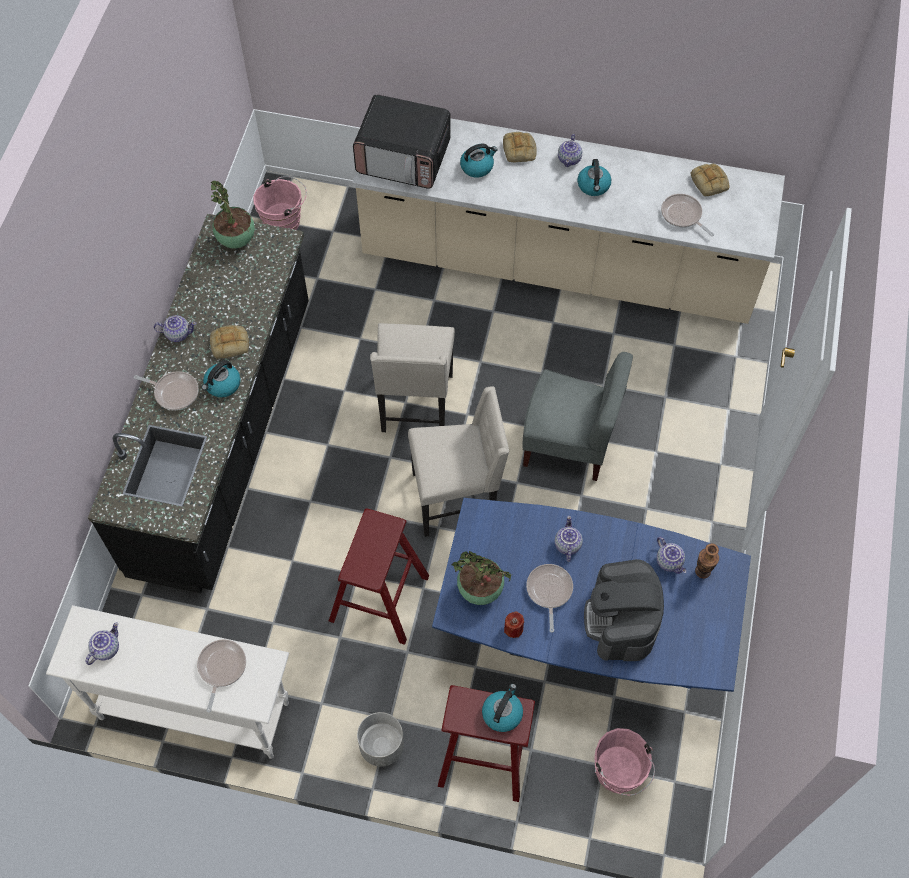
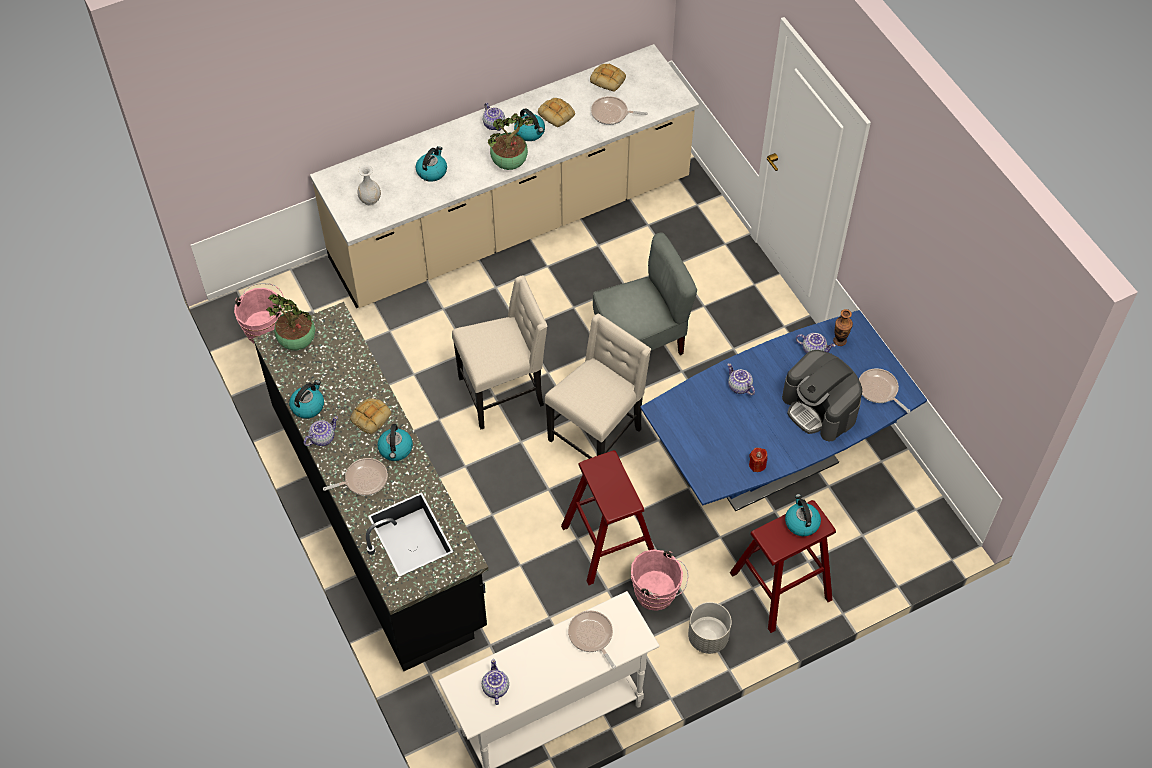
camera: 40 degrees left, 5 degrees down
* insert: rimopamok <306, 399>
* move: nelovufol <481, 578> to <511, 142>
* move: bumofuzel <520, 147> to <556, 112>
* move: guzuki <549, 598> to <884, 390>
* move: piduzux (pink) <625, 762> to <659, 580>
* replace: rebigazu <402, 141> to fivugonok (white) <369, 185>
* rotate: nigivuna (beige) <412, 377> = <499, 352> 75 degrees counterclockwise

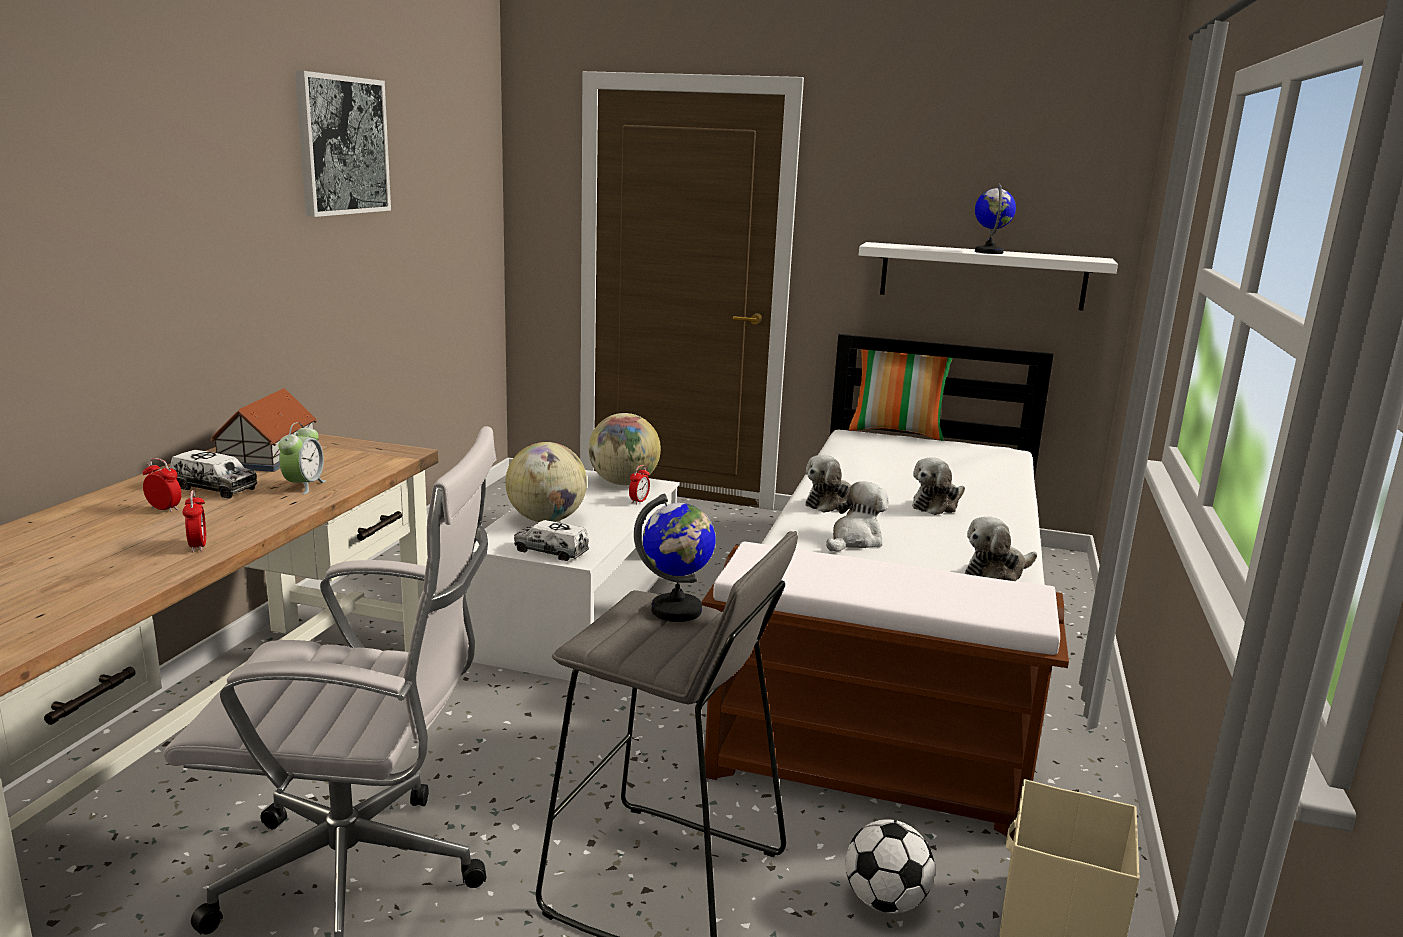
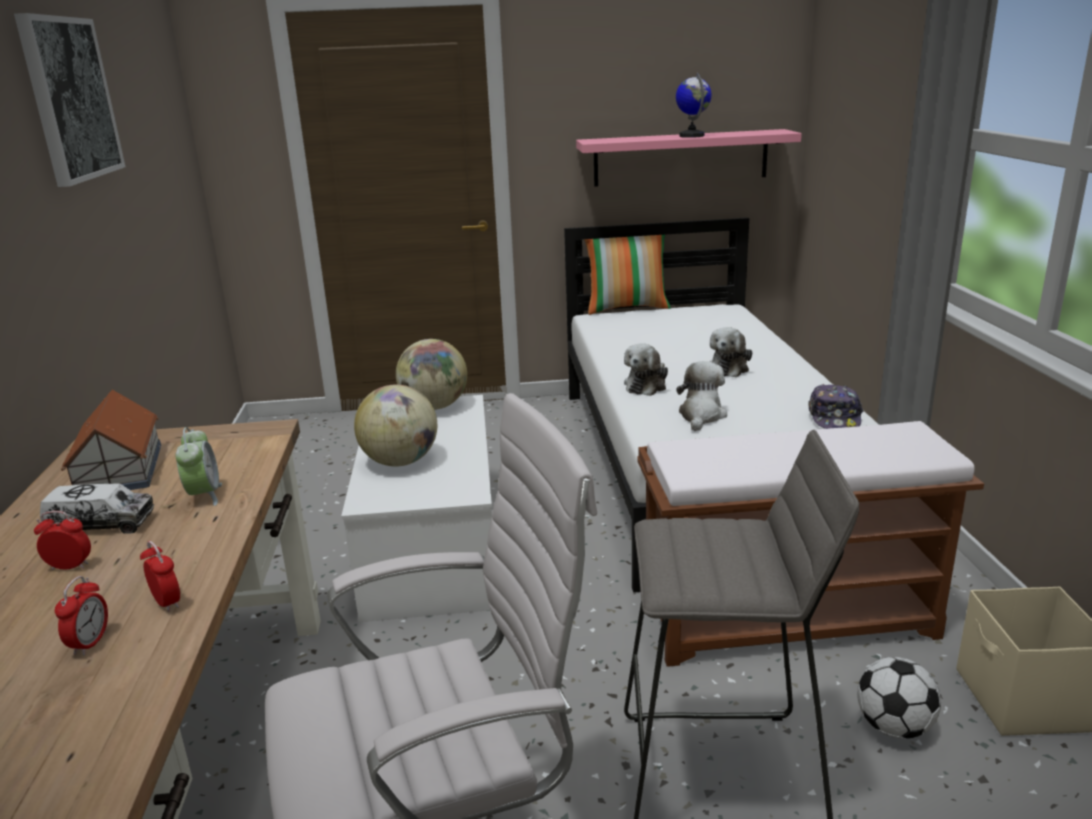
camera: 20 degrees left, 5 degrees up
* delete: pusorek <551, 540>
* delete: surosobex <675, 557>
* move: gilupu <639, 485> to <81, 615>
* replace: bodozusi <1001, 549> to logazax <836, 406>
* recolor: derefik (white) <988, 276> to derefik (pink) <689, 158>

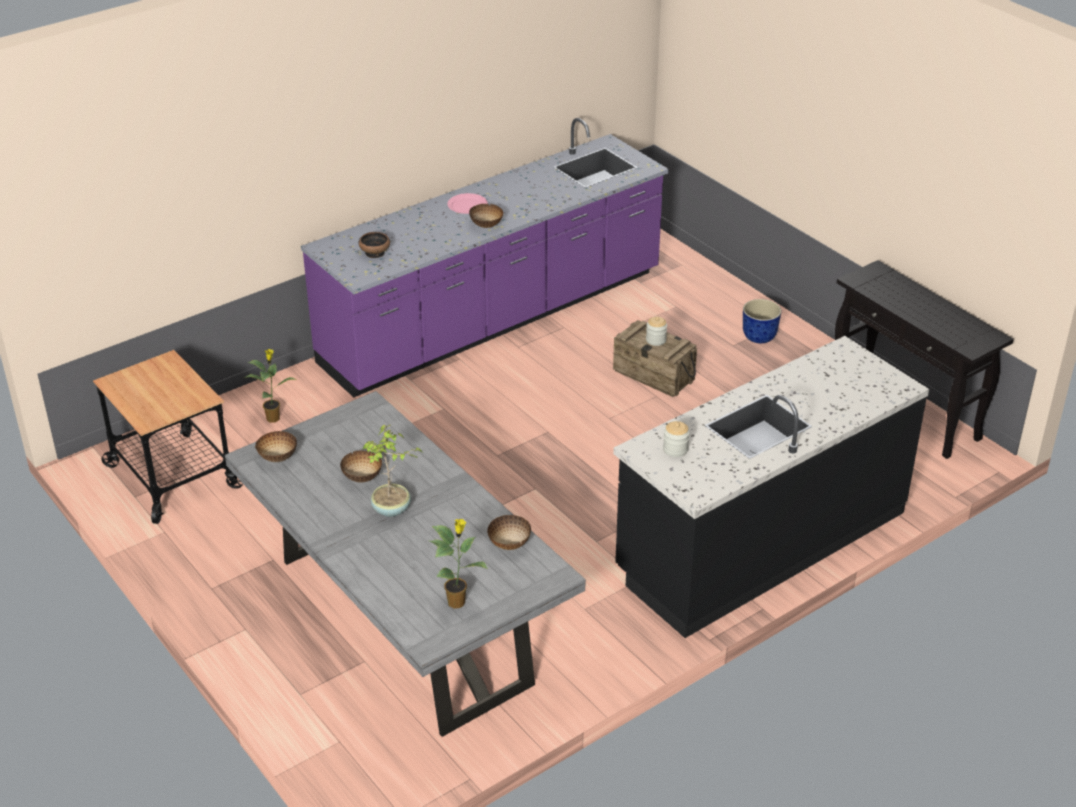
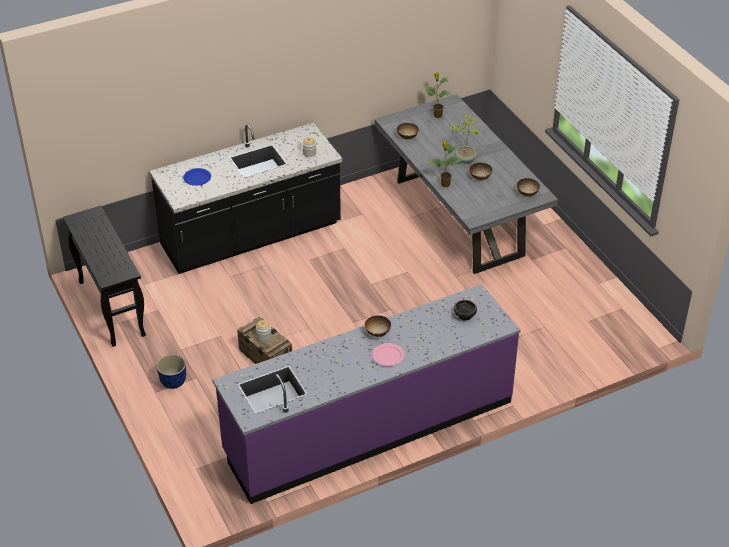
camera: 170 degrees left, 5 degrees up
* delete: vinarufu <168, 437>
* insert: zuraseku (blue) <197, 177>
* move: nelovufol <271, 386> to <445, 164>

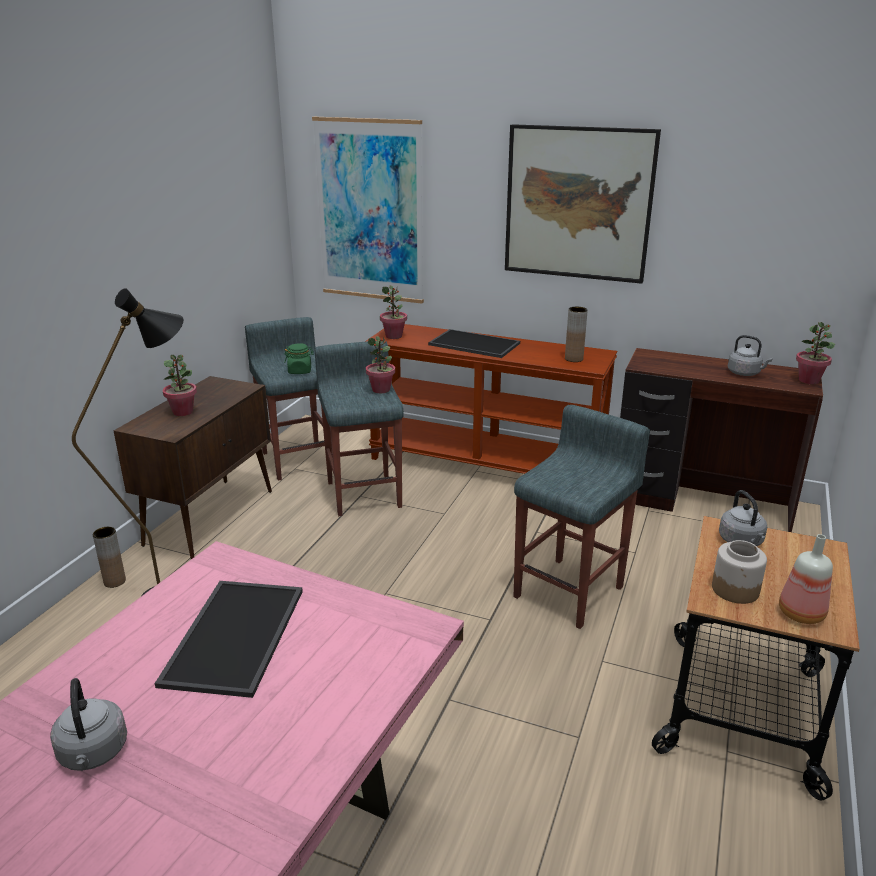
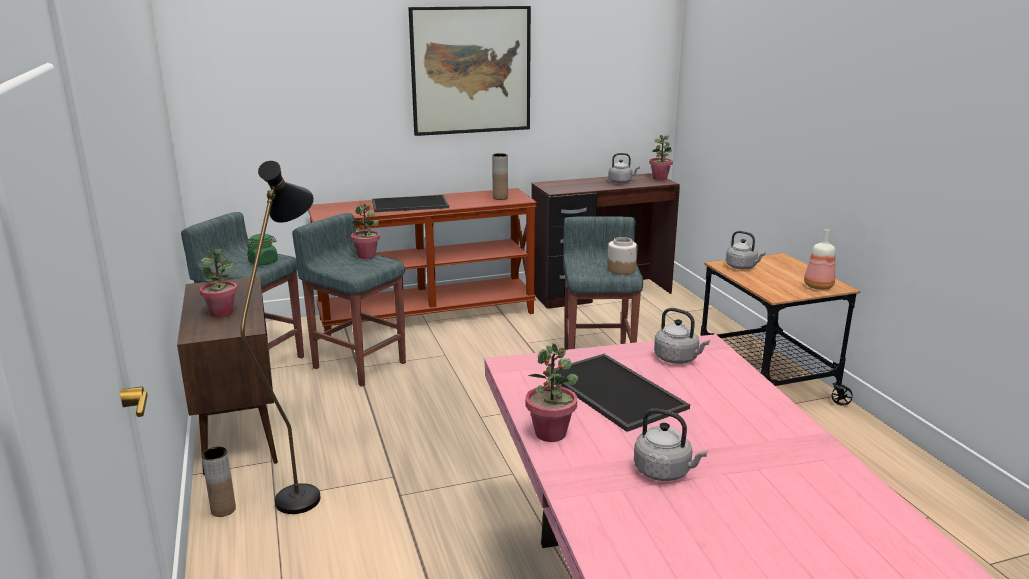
camera: 40 degrees left, 5 degrees down
* delete: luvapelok <368, 210>
* insert: rimopamok (grey) <682, 336>
* move: nelovufol <393, 312> to <552, 392>
* move: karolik <739, 572> to <622, 256>

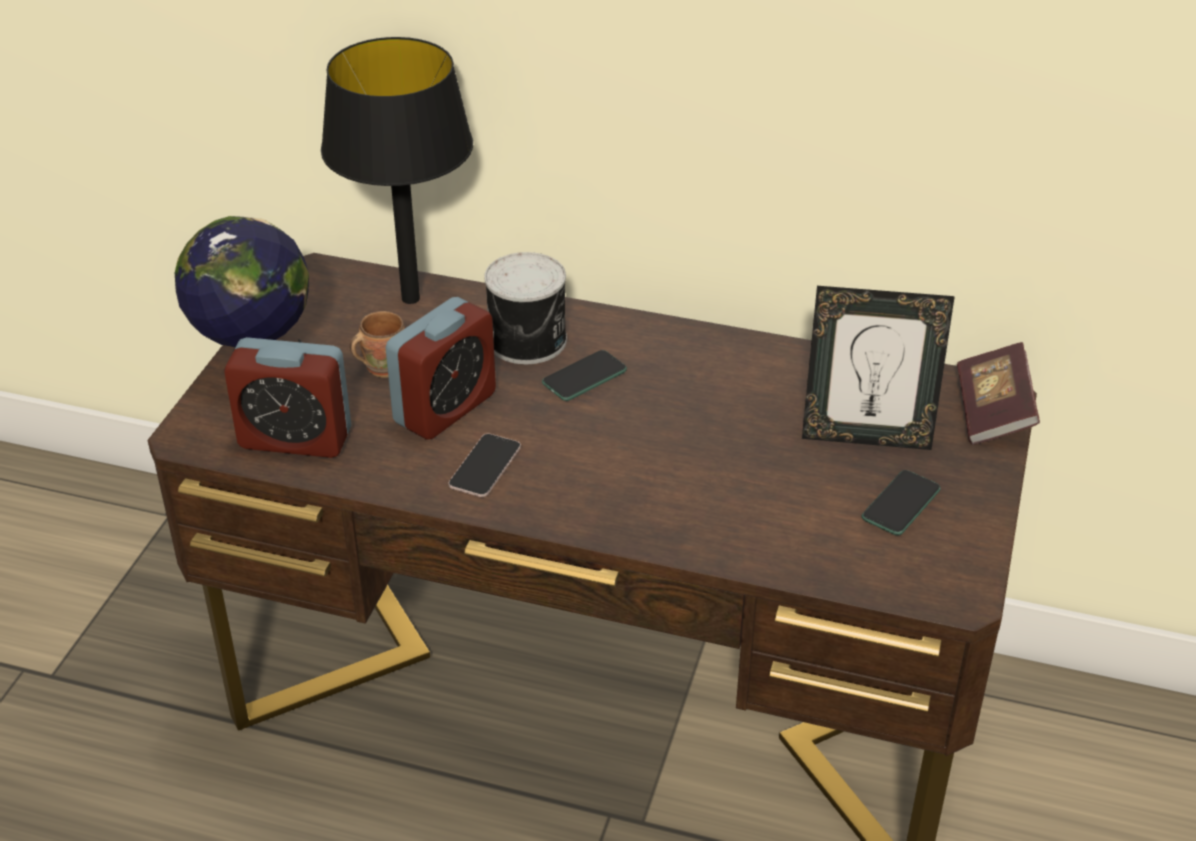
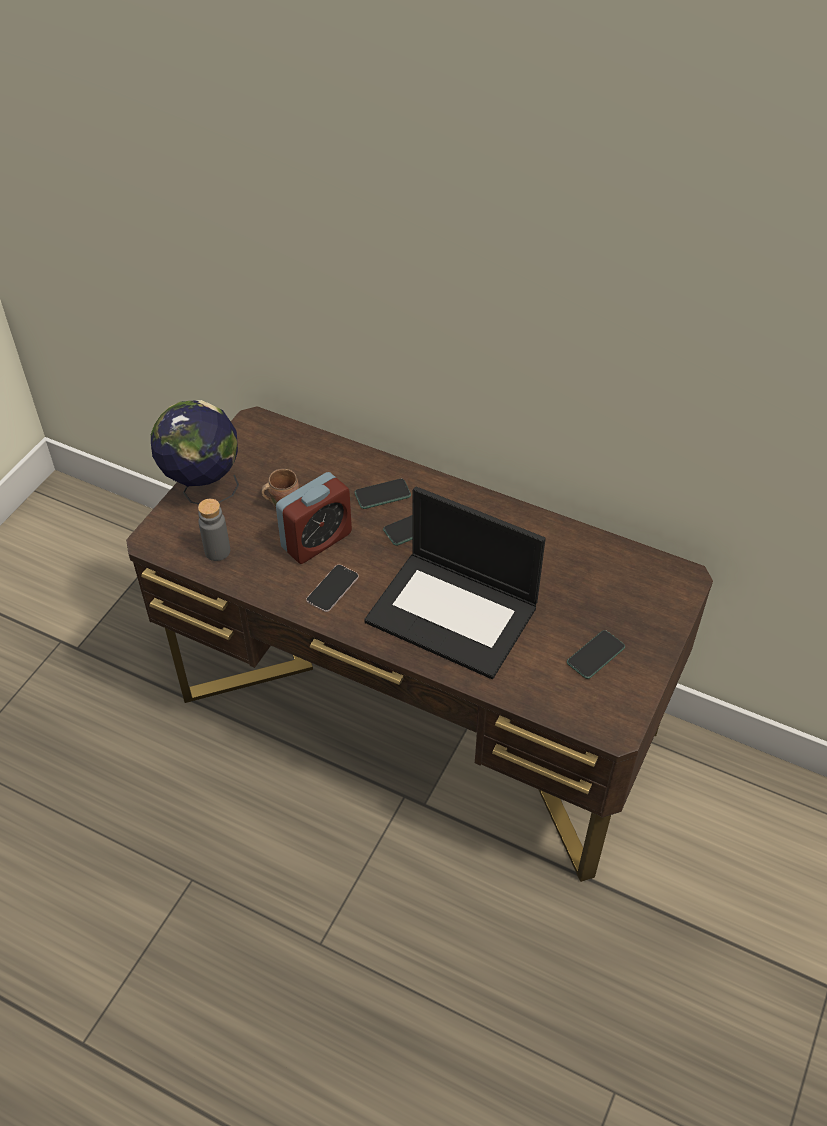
camera: 10 degrees right, 10 degrees up
* delete: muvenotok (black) <397, 170>
* delete: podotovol <878, 368>
* delete: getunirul <998, 393>
* insert: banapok <455, 582>
* replace: gilupu <287, 397> to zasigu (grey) <214, 530>
* replace: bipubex <525, 308> to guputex <382, 494>

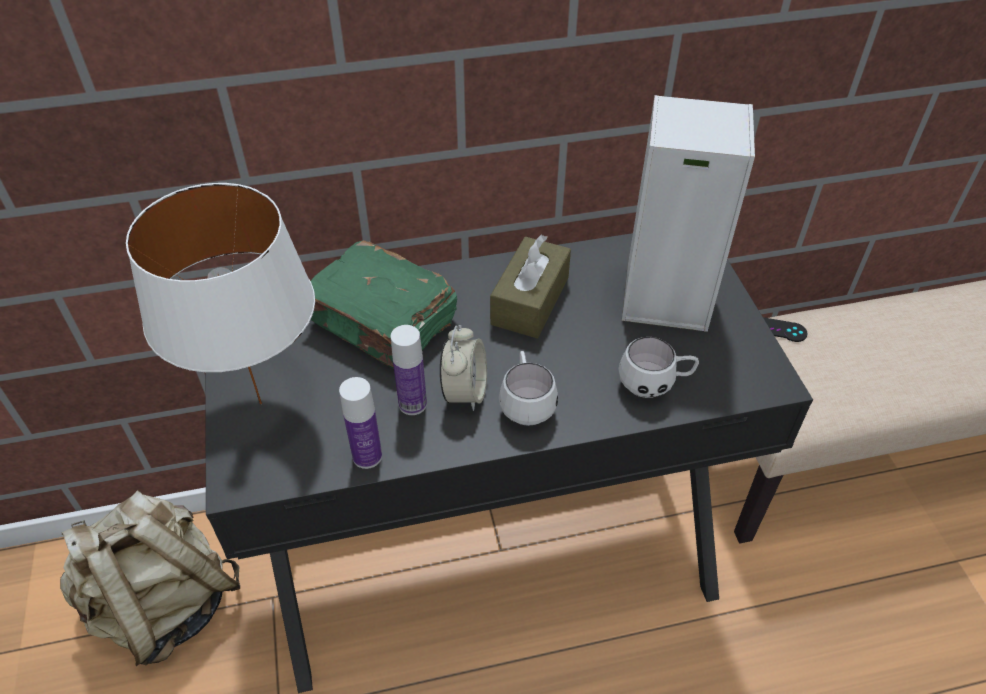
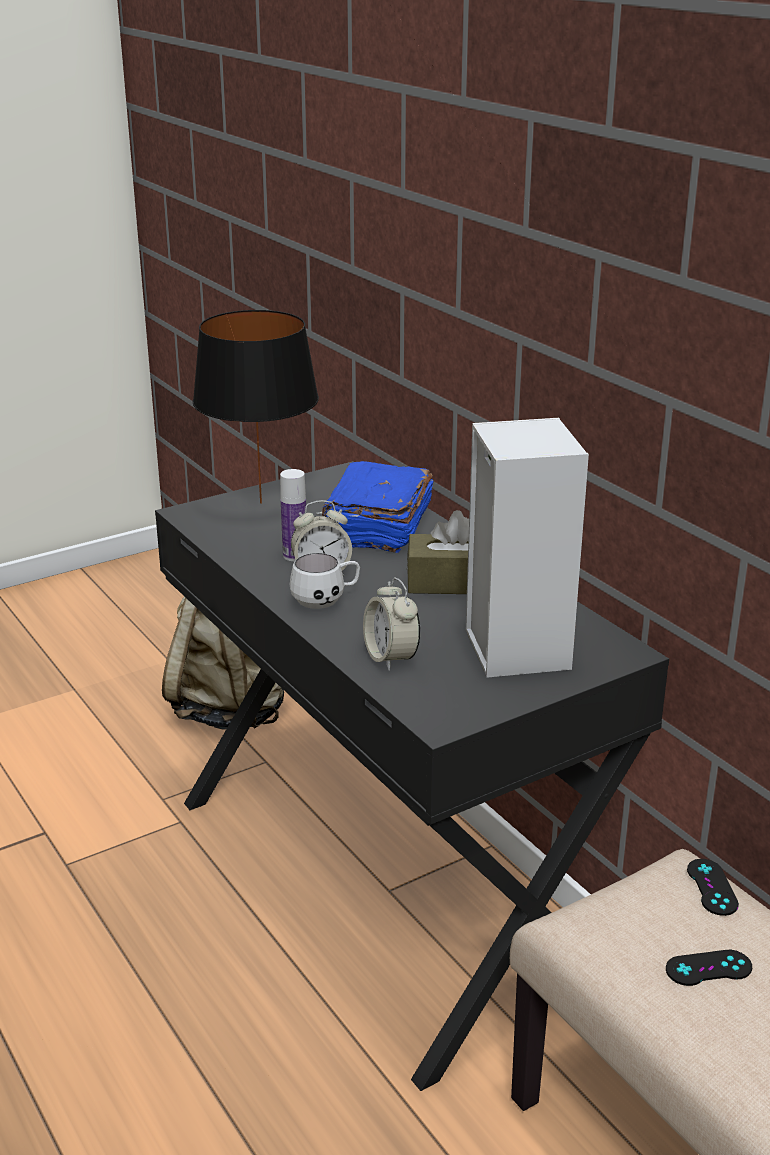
camera: 70 degrees right, 20 degrees down
* delete: zasigu <360, 423>
* insert: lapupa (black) <709, 968>
* replace: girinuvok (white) <659, 367> to gilupu <391, 624>
* recolor: muvenotok (white) <220, 293> to muvenotok (black) <256, 407>
* recolor: getunirul (green) <384, 304> to getunirul (blue) <377, 507>

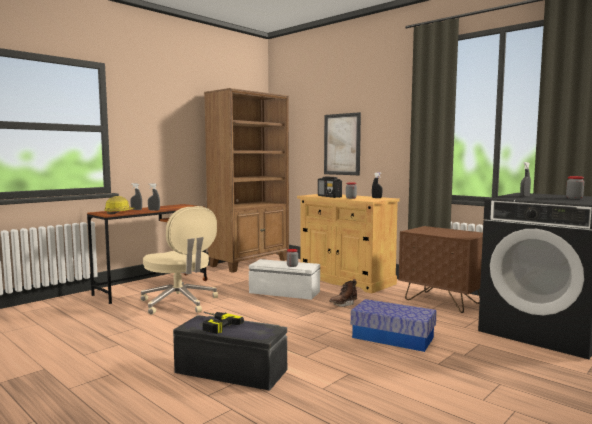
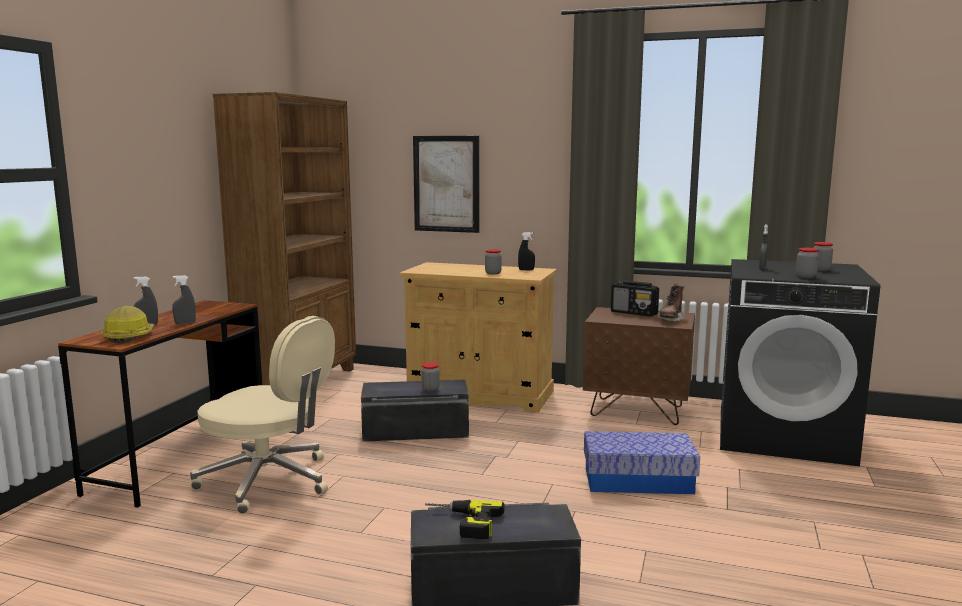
camera: 25 degrees left, 5 degrees up
* insert: karolik <807, 263>
* move: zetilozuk <330, 187> to <635, 299>
* move: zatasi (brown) <343, 293> to <671, 303>
* recolor: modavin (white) <284, 279> to modavin (black) <415, 411>

